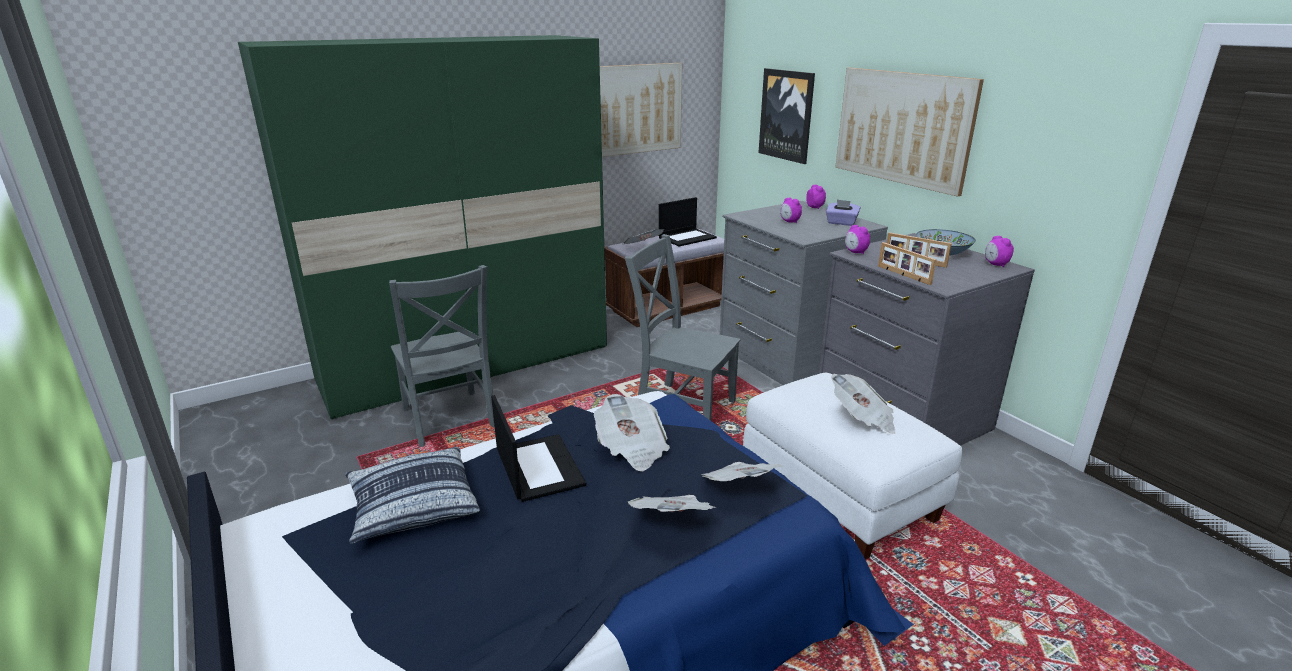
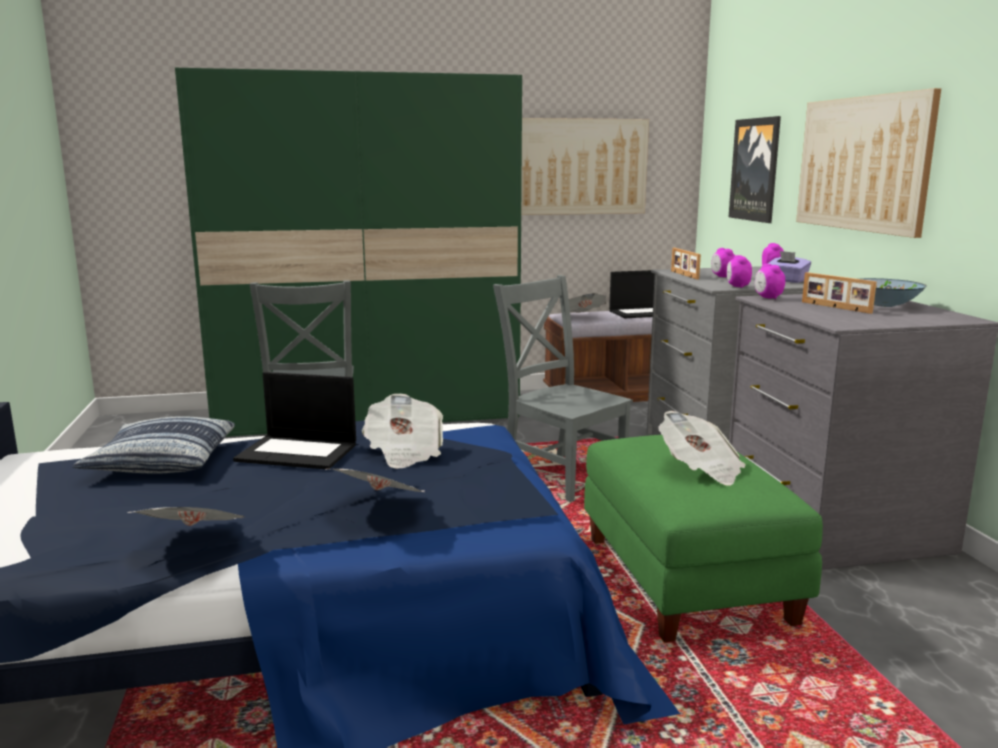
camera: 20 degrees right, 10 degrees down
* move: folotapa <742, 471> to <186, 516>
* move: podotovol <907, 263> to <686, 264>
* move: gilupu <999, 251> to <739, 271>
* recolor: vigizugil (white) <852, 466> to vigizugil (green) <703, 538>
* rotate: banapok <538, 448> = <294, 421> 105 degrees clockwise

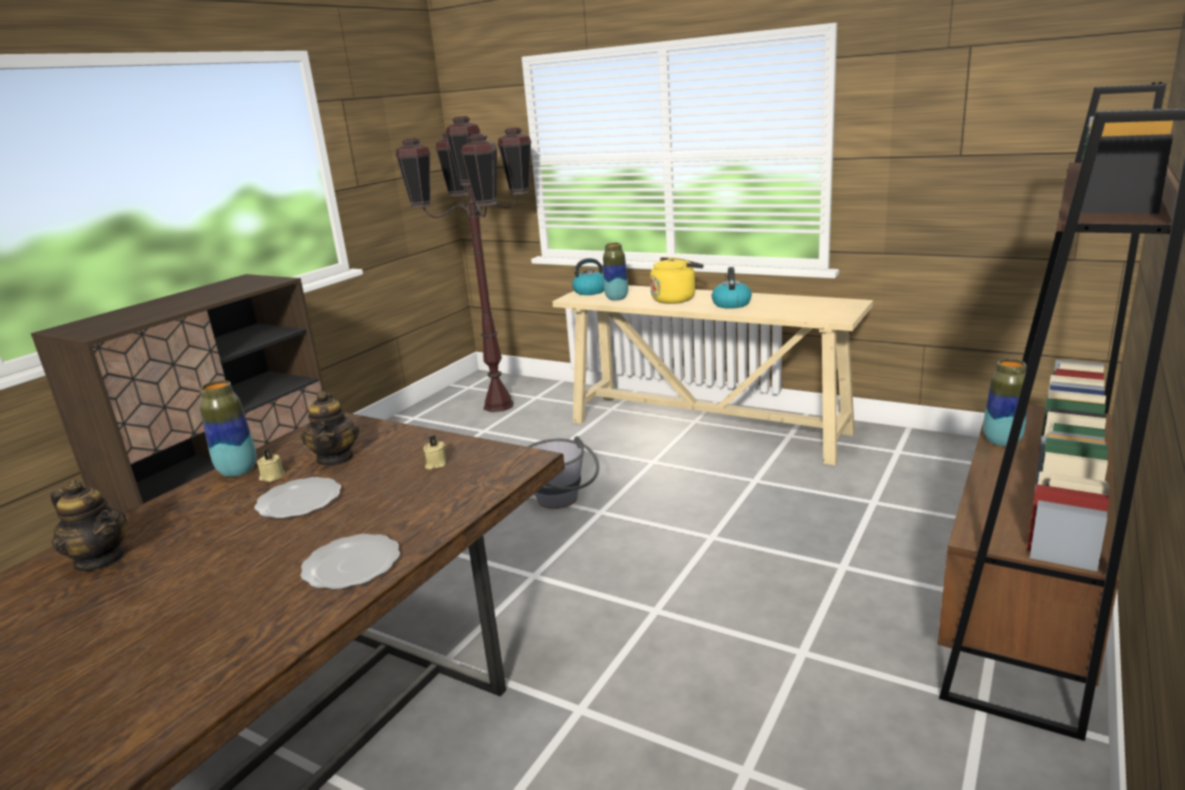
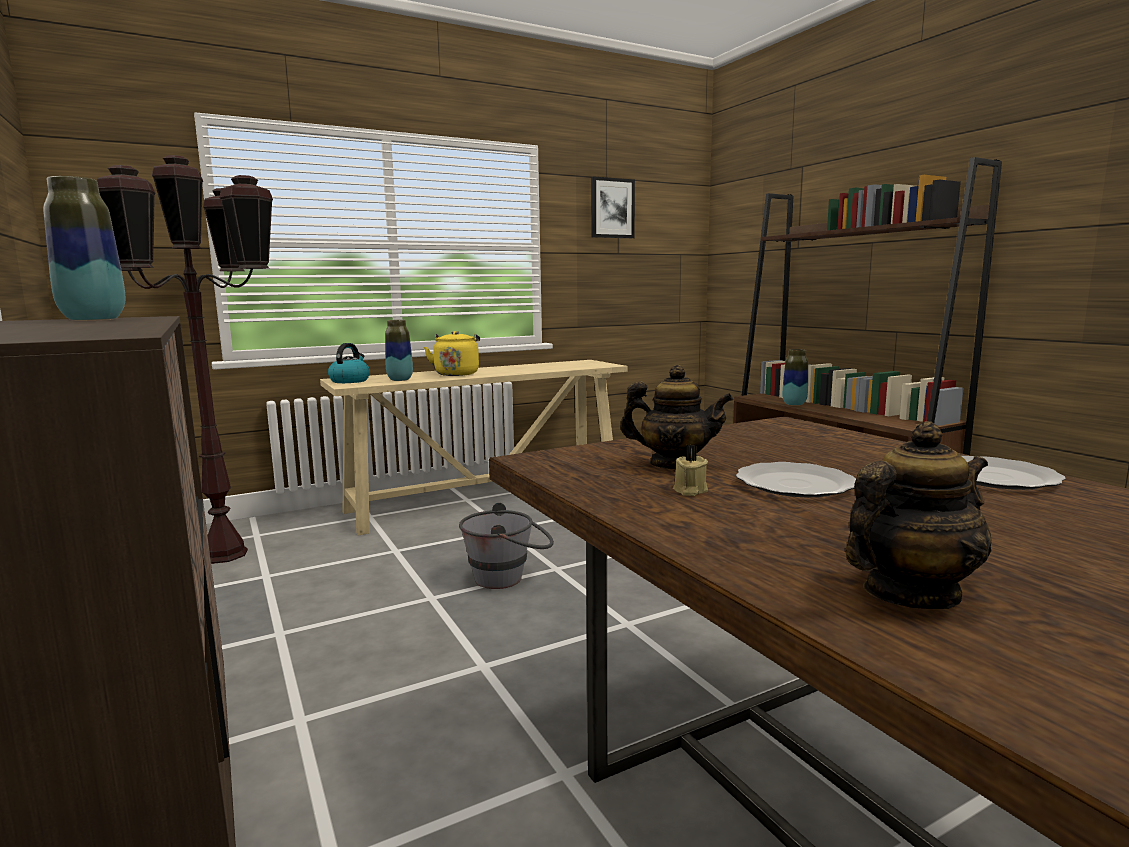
camera: 60 degrees left, 10 degrees down
* delete: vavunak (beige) <435, 452>
* delete: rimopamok <732, 288>
* insert: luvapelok <613, 207>
* move: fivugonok <228, 428> to <84, 248>

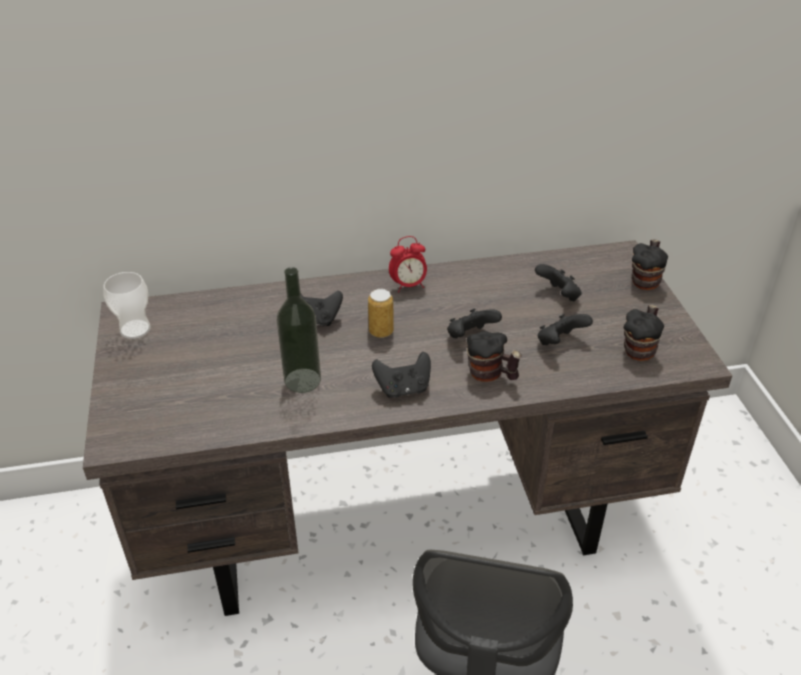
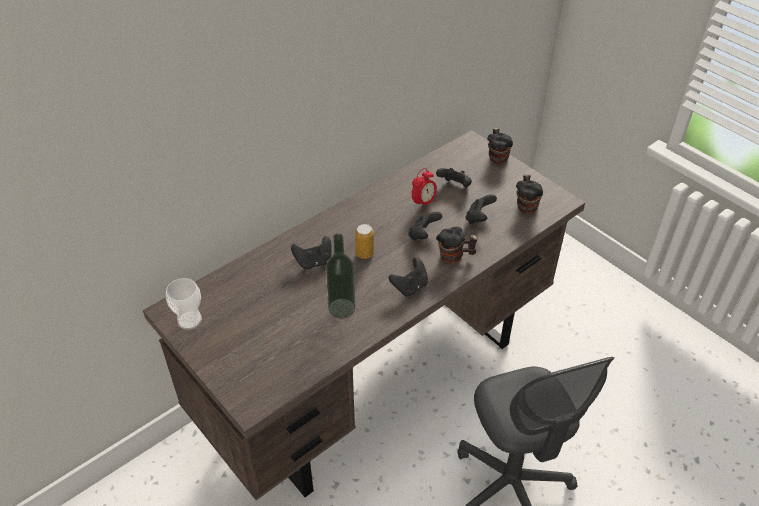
camera: 30 degrees left, 5 degrees up
* move: gilupu <408, 264> to <424, 189>

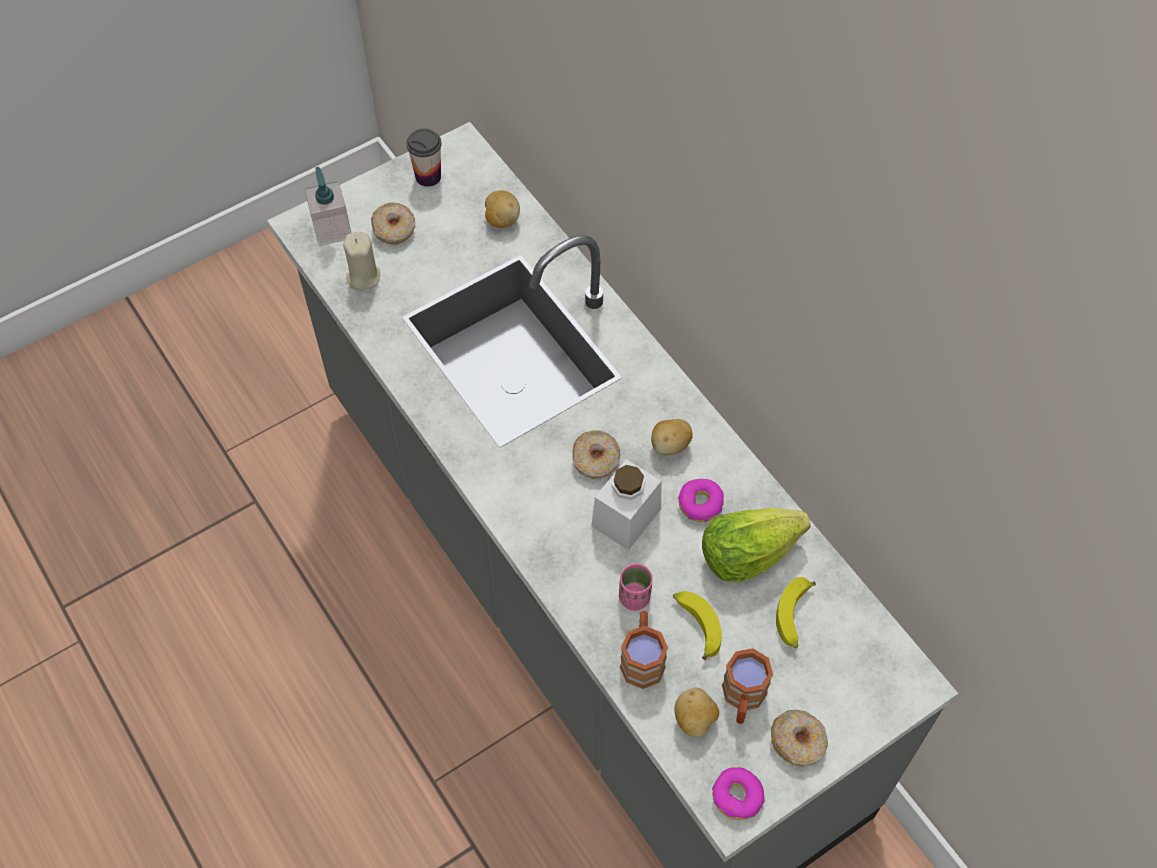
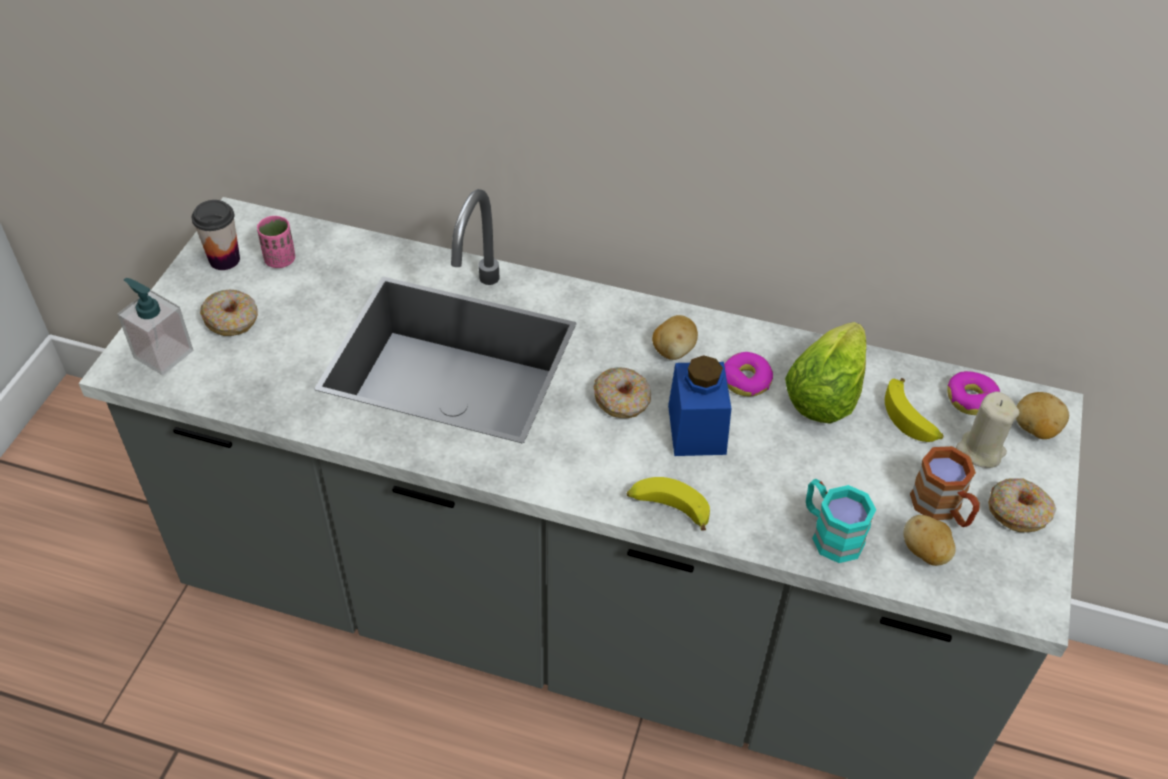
camera: 40 degrees left, 10 degrees down
* move: vavunak (beige) <362, 261> to <988, 430>
* move: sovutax <502, 209> to <1042, 415>
* move: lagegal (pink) <636, 587> to <276, 242>
* move: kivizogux <697, 625> to <668, 504>
* move: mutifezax <738, 793> to <973, 393>
* recolor: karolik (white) <626, 504> to karolik (blue) <699, 405>
* recolor: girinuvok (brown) <644, 650> to girinuvok (turquoise) <841, 521>

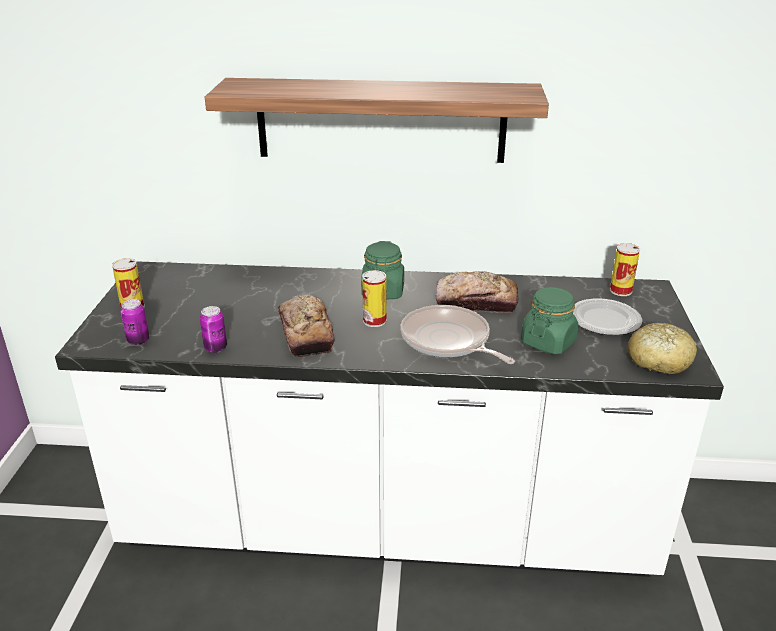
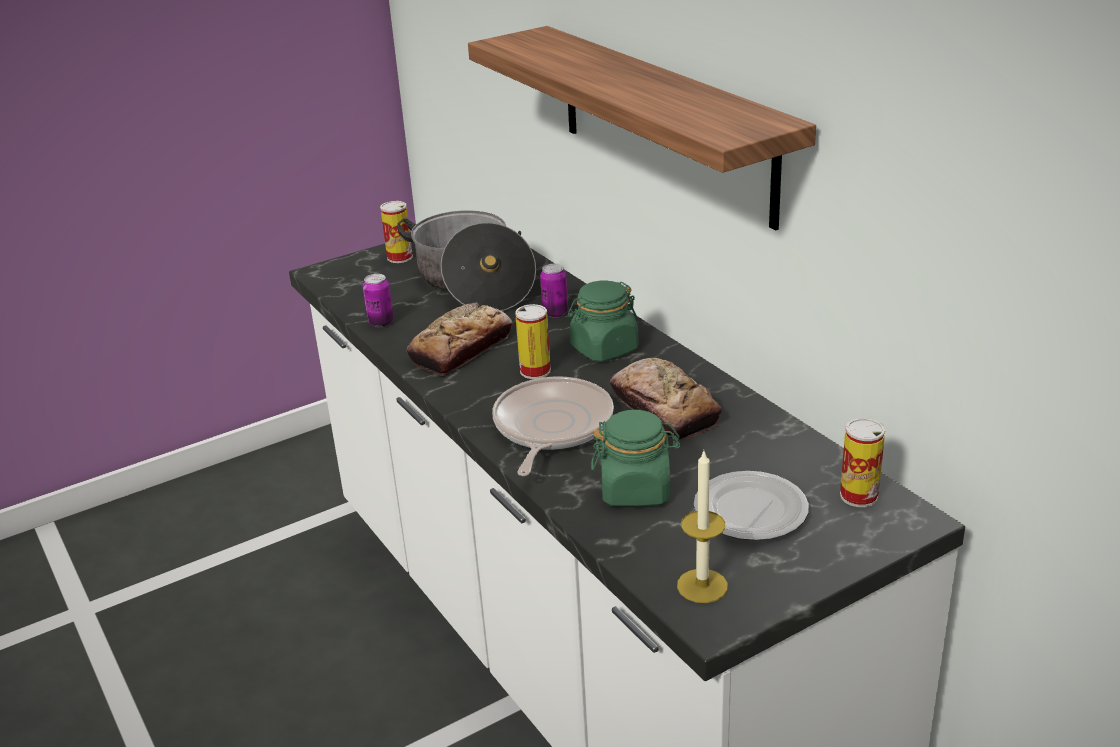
camera: 55 degrees right, 0 degrees up
* insert: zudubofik <466, 260>
* move: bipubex <134, 322> to <554, 290>
* replace: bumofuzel <662, 348> to vavunak <702, 526>

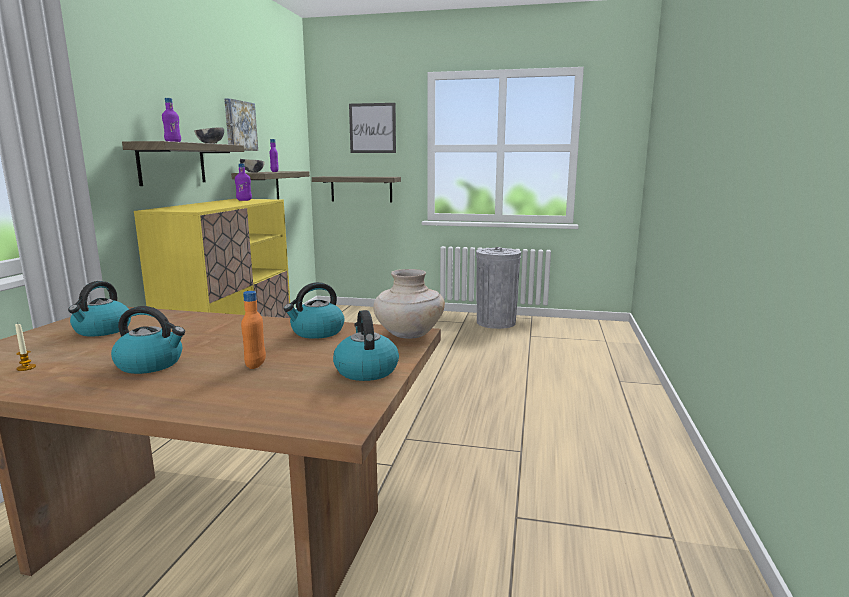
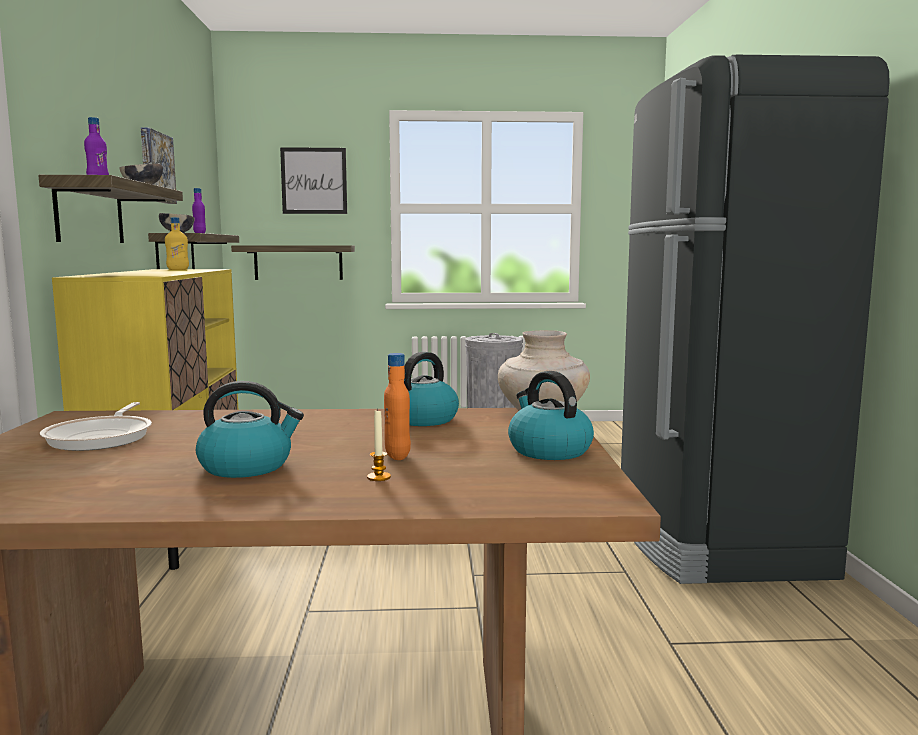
camera: 15 degrees left, 5 degrees down
* insert: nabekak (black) <755, 319>
* move: vavunak <25, 347> to <379, 445>
* replace: rimopamok <99, 309> to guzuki <96, 426>
* recolor: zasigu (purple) <243, 182> to zasigu (yellow) <177, 243>

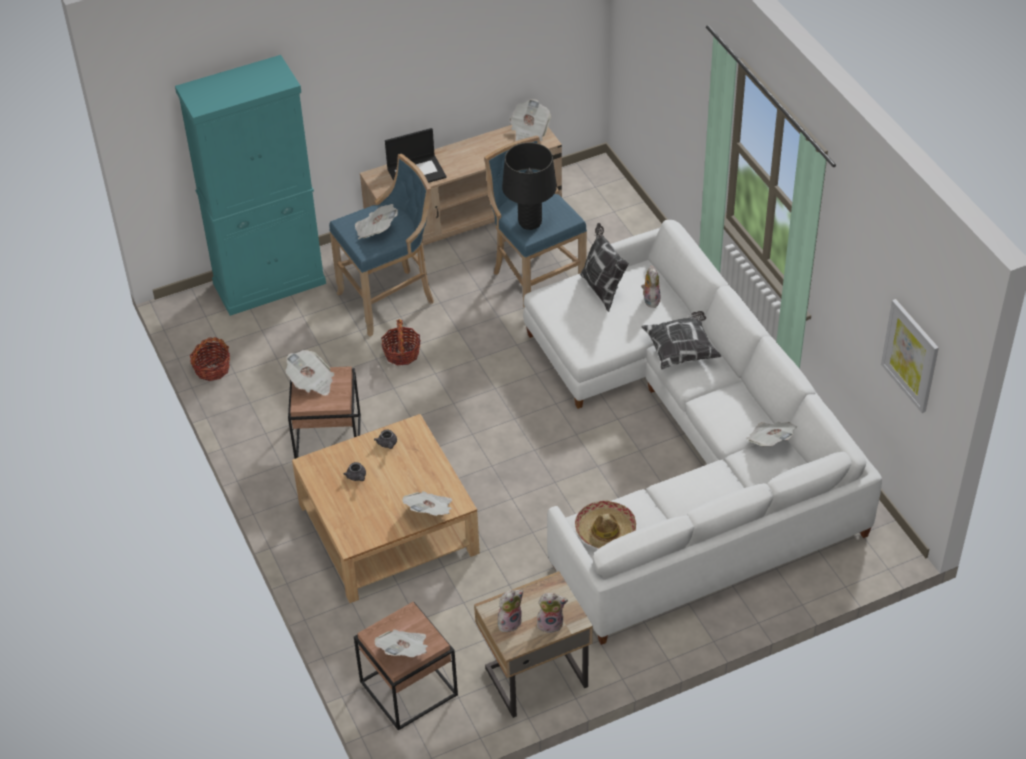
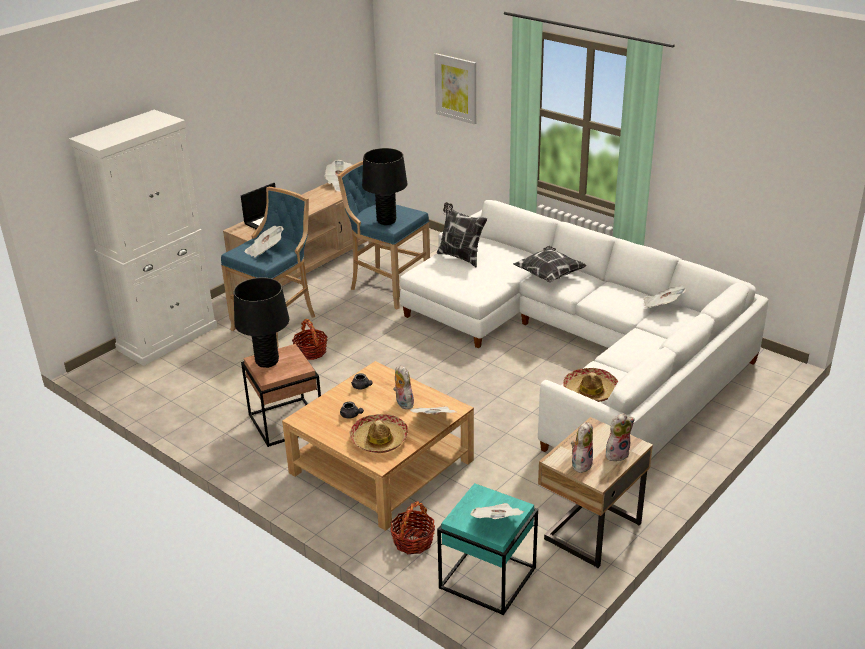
camera: 25 degrees left, 15 degrees down
* insert: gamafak <379, 433>
* move: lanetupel <210, 359> to <412, 527>
* move: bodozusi <651, 287> to <403, 387>
* move: luvapelok <910, 356> to <455, 88>
* replace: folotapa <310, 373> to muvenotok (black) <261, 322>
* recolor: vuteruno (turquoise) <250, 185> to vuteruno (white) <143, 238>
* recolor: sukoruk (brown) <406, 666> to sukoruk (turquoise) <487, 549>

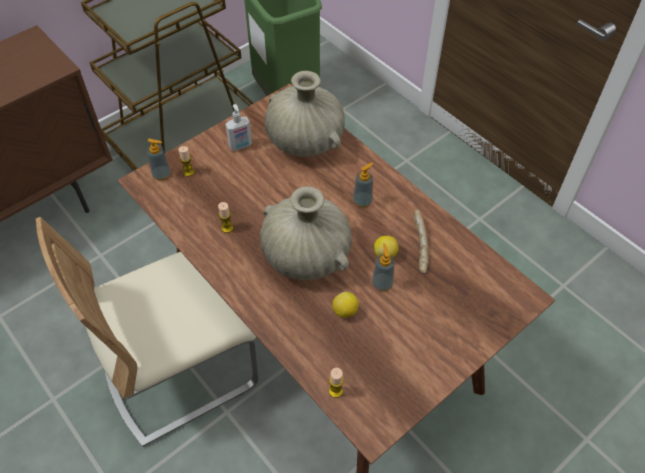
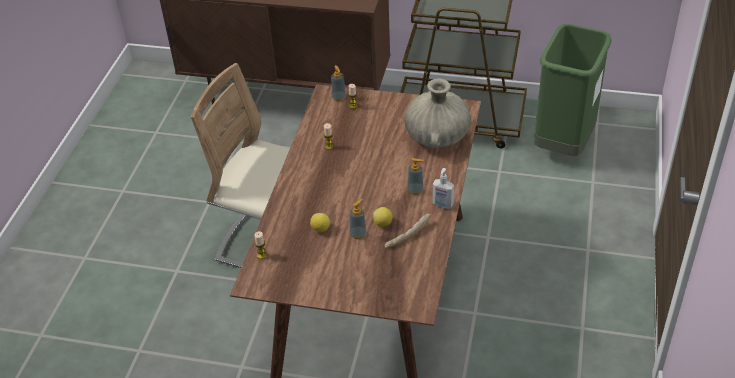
camera: 55 degrees right, 10 degrees down
* delete: fivugonok (beige) <306, 233>
* move: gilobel <238, 127> to <443, 188>

